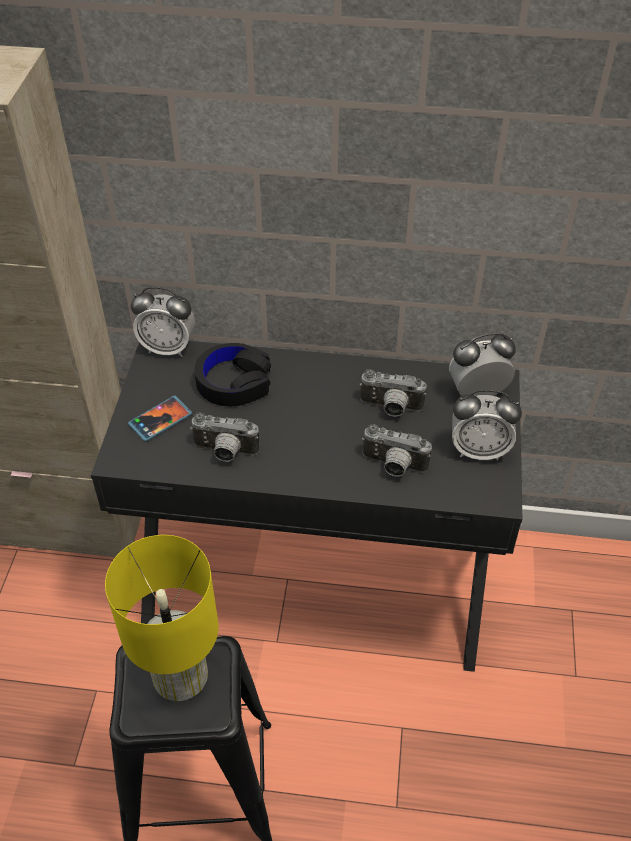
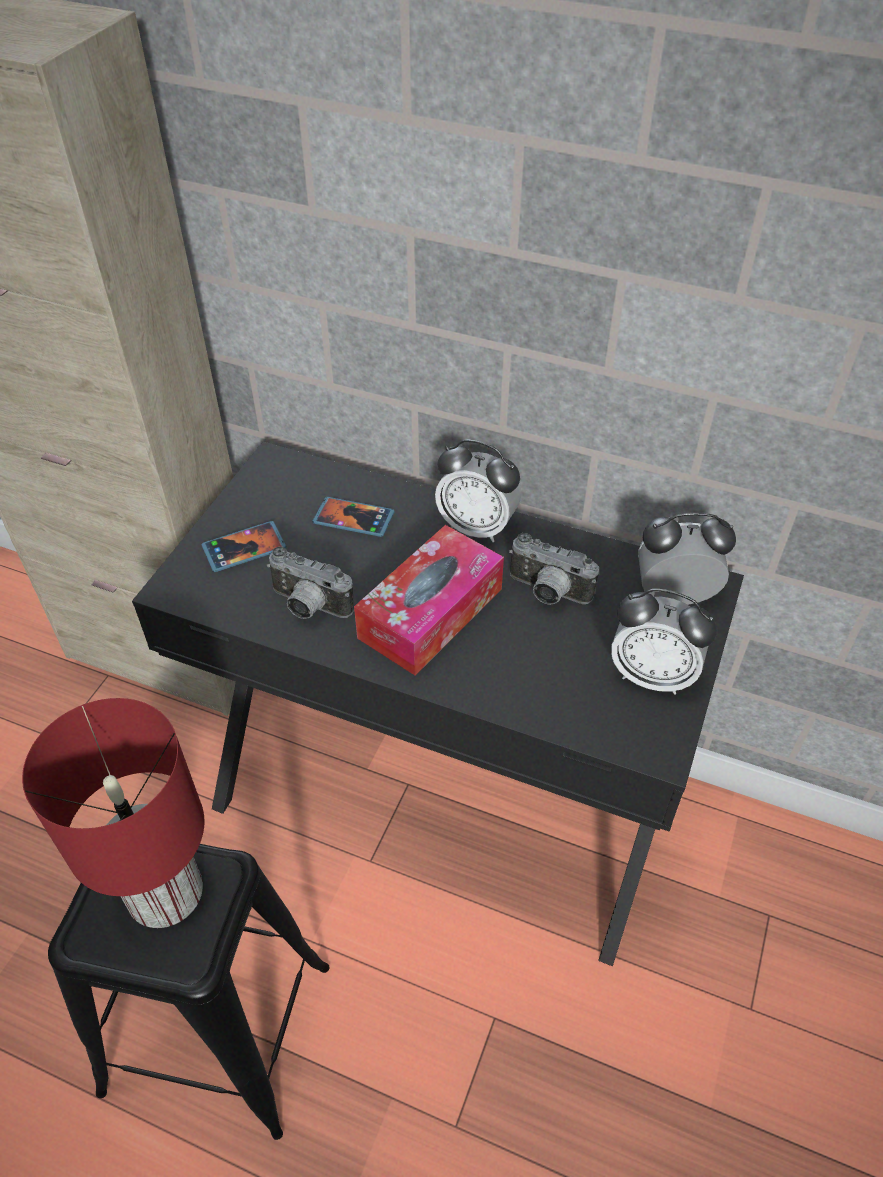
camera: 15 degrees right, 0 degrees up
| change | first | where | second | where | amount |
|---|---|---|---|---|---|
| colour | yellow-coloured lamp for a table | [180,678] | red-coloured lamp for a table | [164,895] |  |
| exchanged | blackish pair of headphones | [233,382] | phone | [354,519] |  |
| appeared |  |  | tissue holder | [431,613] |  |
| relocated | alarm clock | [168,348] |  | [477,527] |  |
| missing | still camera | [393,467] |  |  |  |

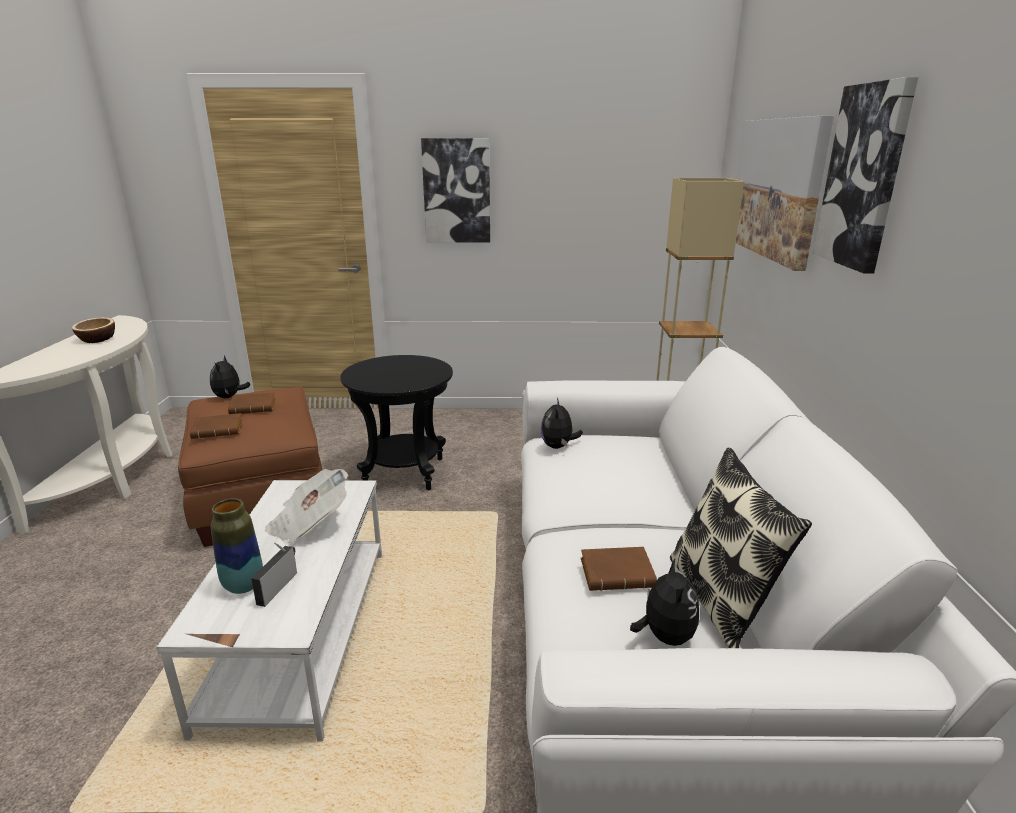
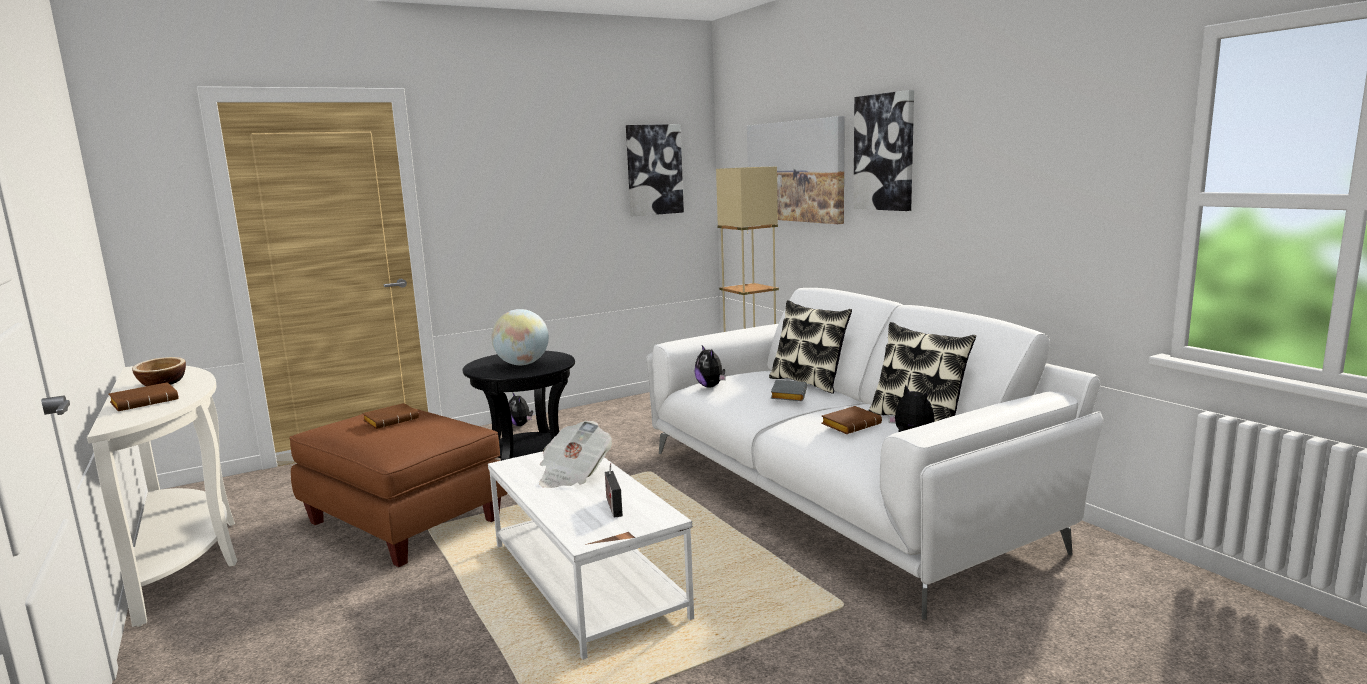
camera: 30 degrees left, 10 degrees down
| change | first | where | second | where | amount |
|---|---|---|---|---|---|
| relocated | brown volume | [219,430] |  | [146,402] |  |
| appeared |  |  | globe | [522,364] |  |
| relocated | plush toy | [229,397] |  | [521,425] |  |
| relocated | wall picture | [457,191] |  | [654,170] |  |
| appeared |  |  | pillow | [809,383] |  |
| appeared |  |  | greyish volume | [787,395] |  |
| missing | vase | [243,585] |  |  |  |

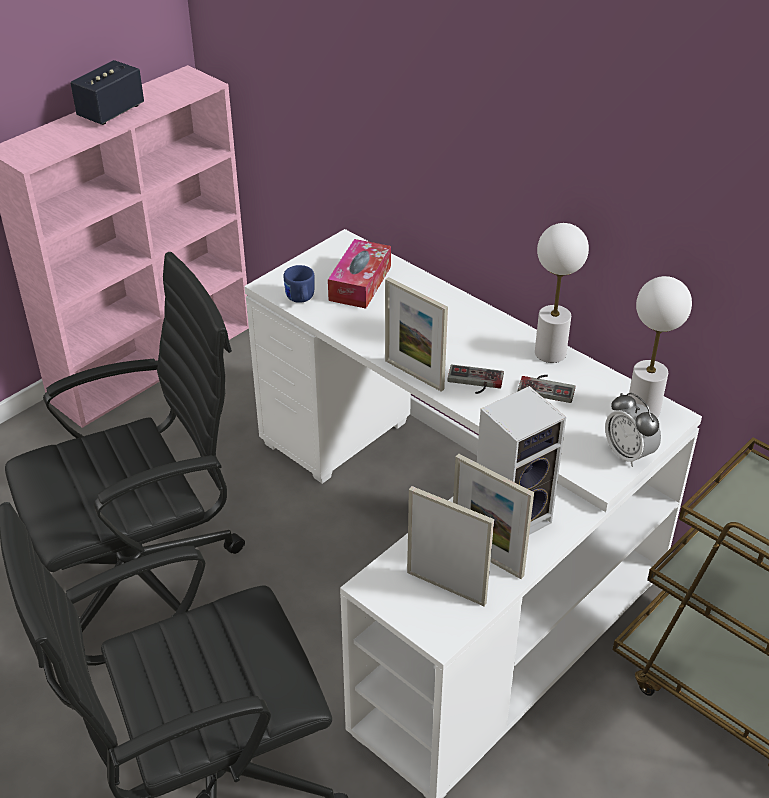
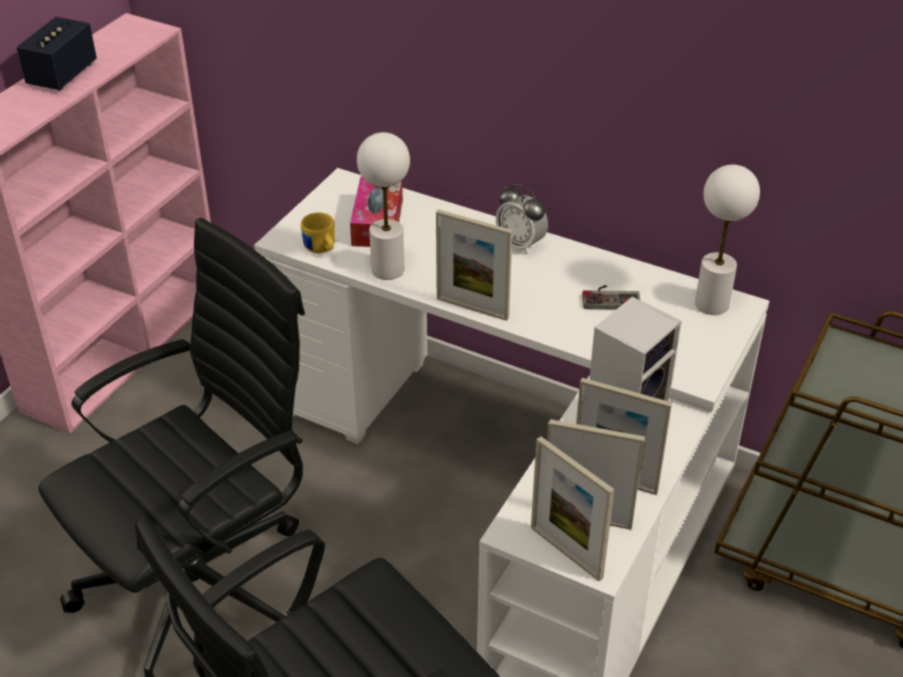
camera: 15 degrees left, 0 degrees up
| change | first | where | second | where | amount |
|---|---|---|---|---|---|
| colour | blue tea mug | [300,299] | yellow-coloured tea mug | [321,249] |  |
| relocated | white-coloured lamp for a table | [550,352] |  | [387,269] |  |
| relocated | alarm clock | [628,454] |  | [520,244] |  |
| appeared |  |  | photo frame | [566,552] |  |
| missing | gamepad | [474,382] |  |  |  |

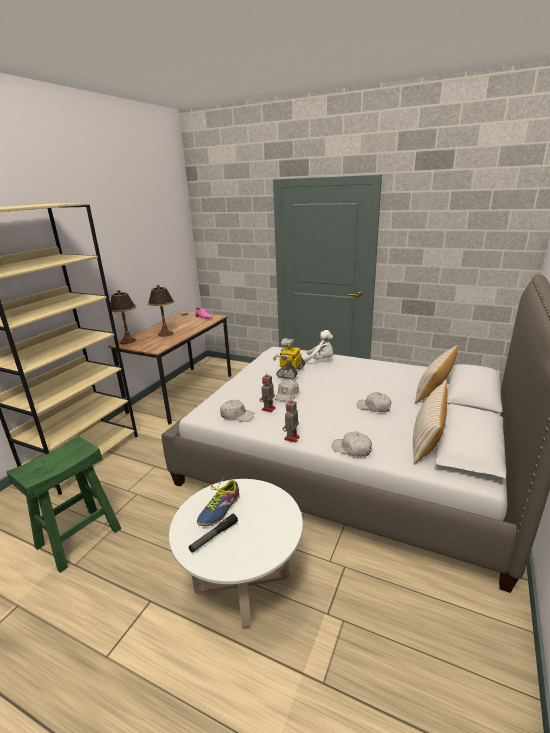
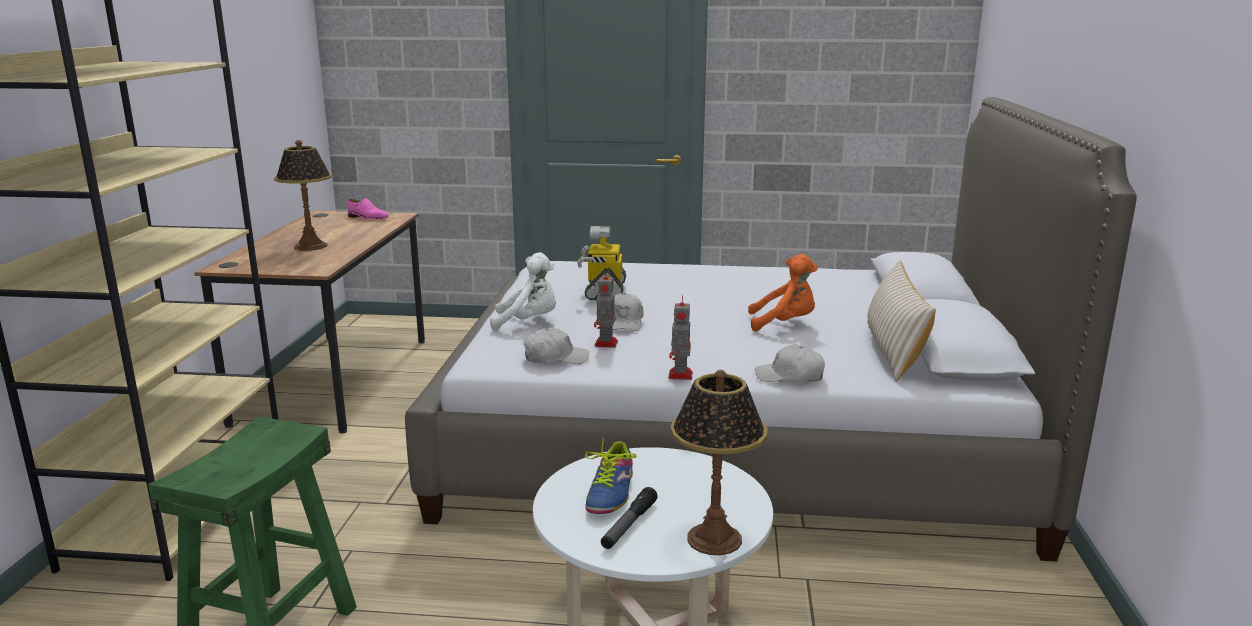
camera: 20 degrees left, 5 degrees down
| change | first | where | second | where | amount |
|---|---|---|---|---|---|
| relocated | white-coloured plush toy | [320,360] |  | [528,322] |  |
| relocated | lamp for a table | [128,340] |  | [714,539] |  |
| exchanged | white-coloured baseball cap | [374,407] | orange-coloured plush toy | [784,324] |  |
| missing | sand-coloured pillow | [434,388] |  |  |  |

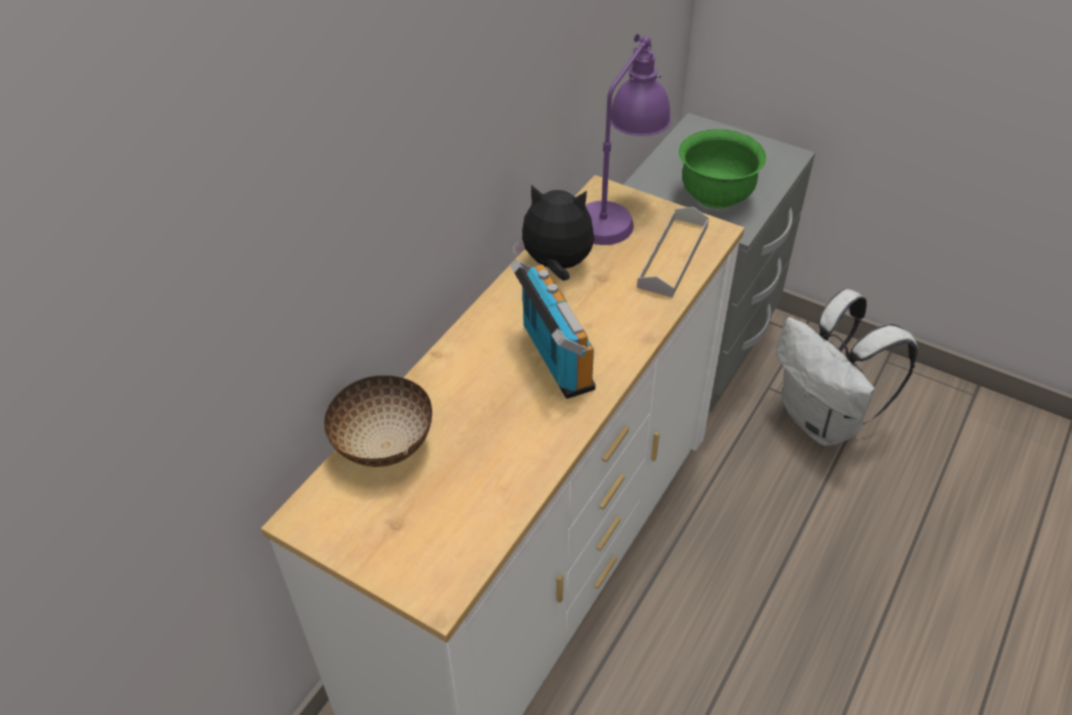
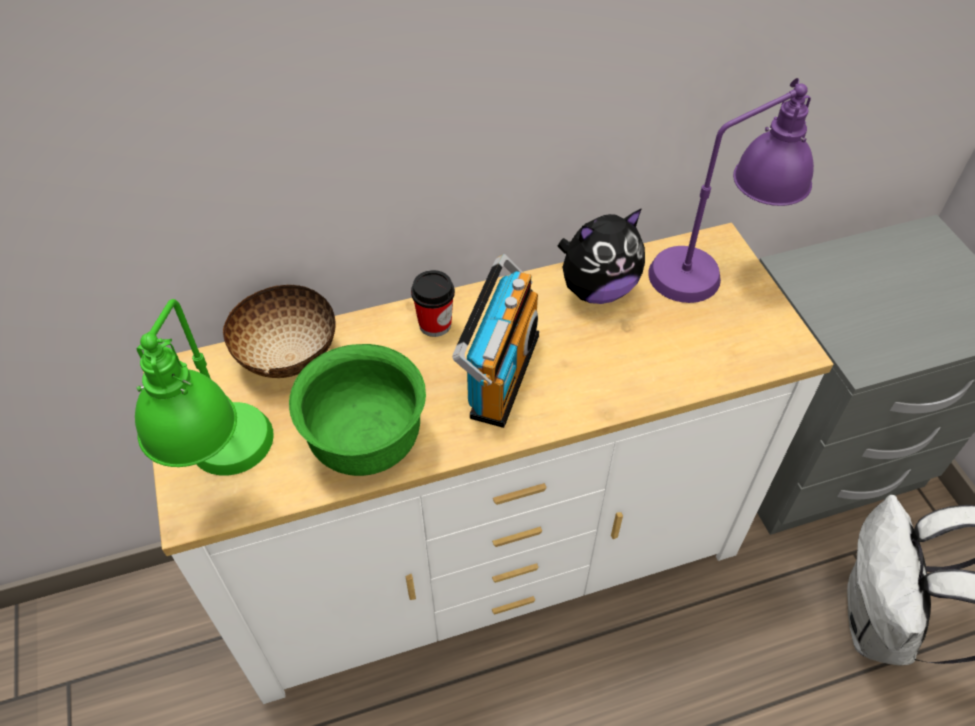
camera: 40 degrees right, 5 degrees up
| change | first | where | second | where | amount |
|---|---|---|---|---|---|
| appeared |  |  | green lamp for a table | [229,471] |  |
| relocated | green deep dish | [716,196] |  | [366,443] |  |
| appeared |  |  | drinking cup | [435,324] |  |
| spun | plush toy | [556,265] |  | [597,289] | 105 degrees clockwise |
| missing | greyish serving tray | [673,256] |  |  |  |

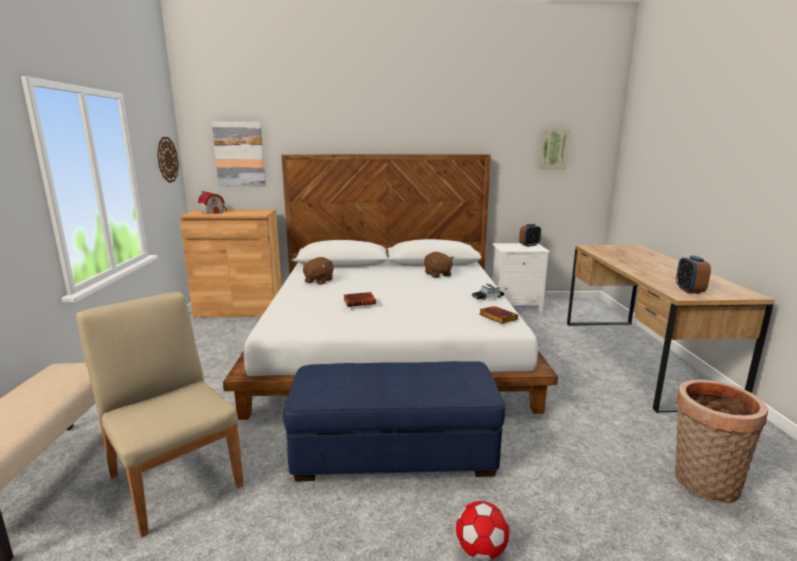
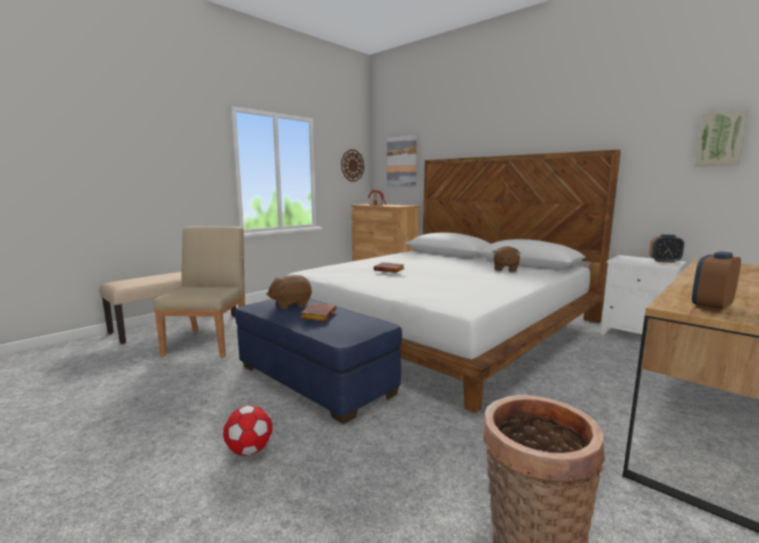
camera: 45 degrees right, 5 degrees down
| change | first | where | second | where | amount |
|---|---|---|---|---|---|
| relocated | brown plush toy | [318,281] |  | [291,304] |  |
| relocated | brown volume | [496,318] |  | [318,315] |  |
| missing | model car | [487,297] |  |  |  |

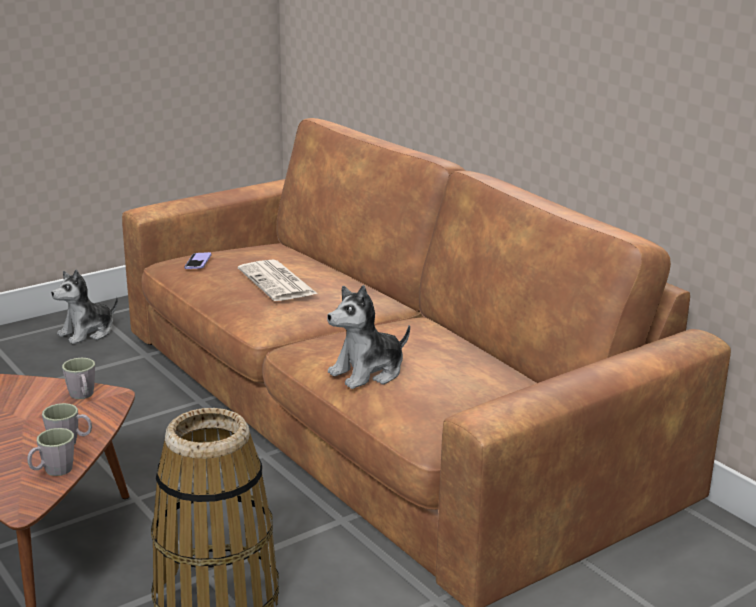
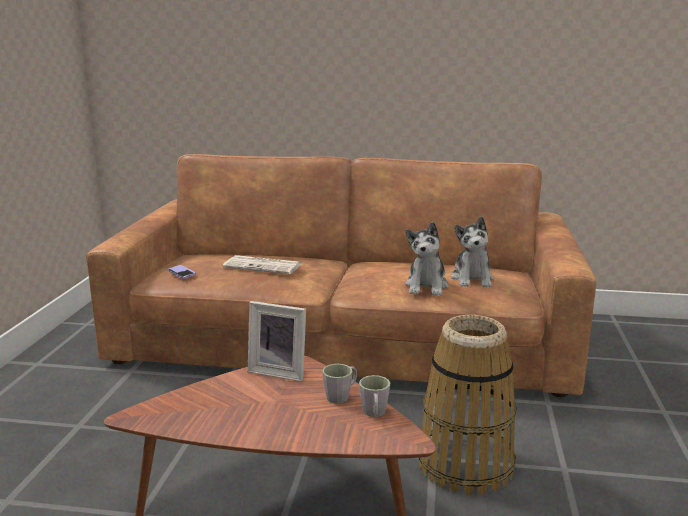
camera: 45 degrees left, 5 degrees down
| change | first | where | second | where | amount |
|---|---|---|---|---|---|
| exchanged | greyish tea mug | [82,396] | photo frame | [279,371] |  |
| relocated | plush toy | [87,333] |  | [472,279] |  |

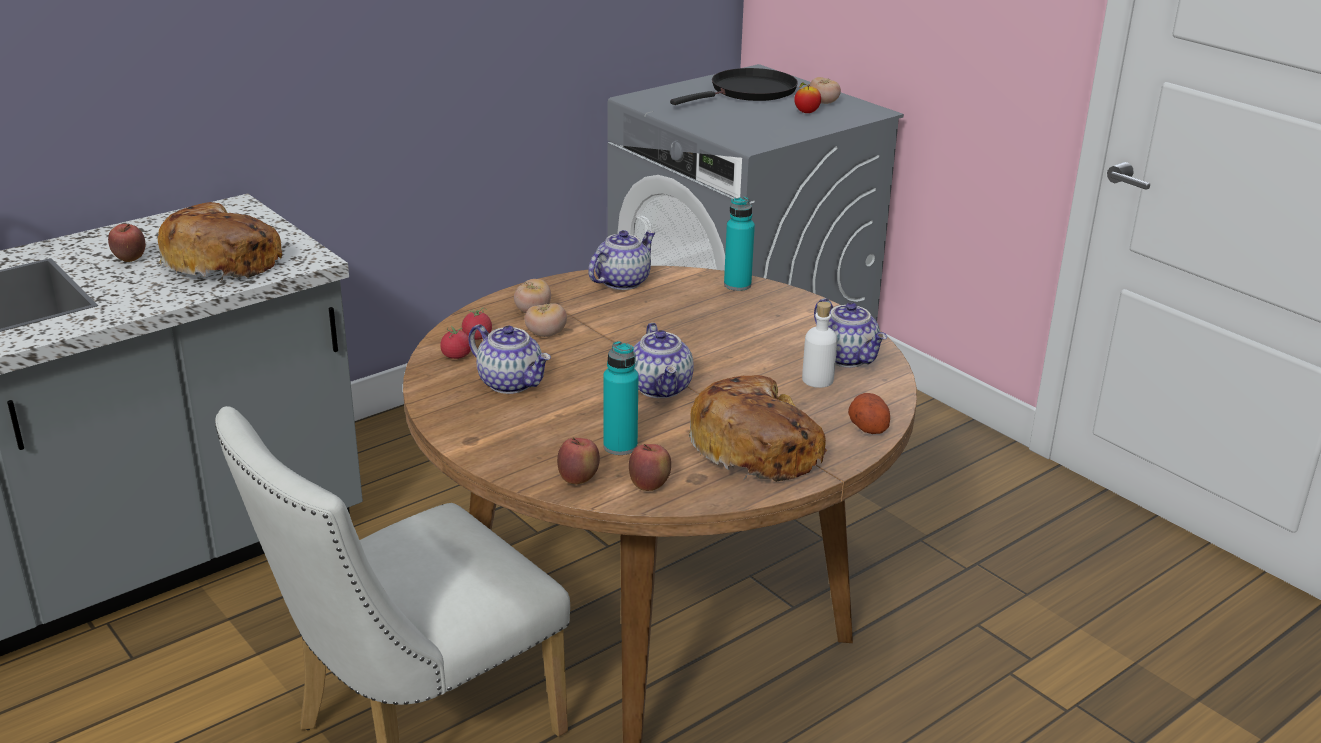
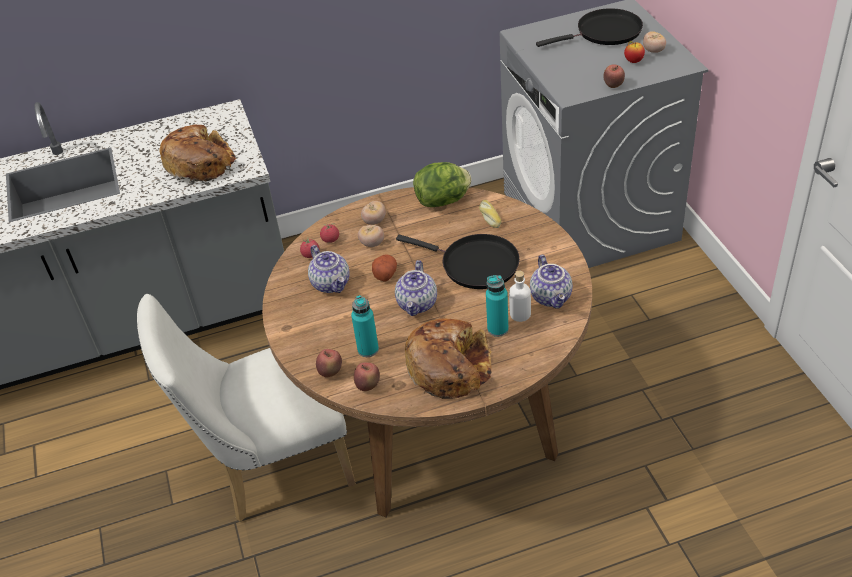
camera: 25 degrees right, 15 degrees up
| change | first | where | second | where | amount |
|---|---|---|---|---|---|
| relocated | spud | [867,425] |  | [385,273] |  |
| appeared |  |  | blackish skillet | [475,264] |  |
| exchanged | teapot | [622,281] | lettuce | [443,201] |  |
| appeared |  |  | bakery bread | [489,217] |  |
| relocated | blue-green bottle | [737,285] |  | [497,329] |  |
| relocated | apple | [130,259] |  | [613,86] |  |

